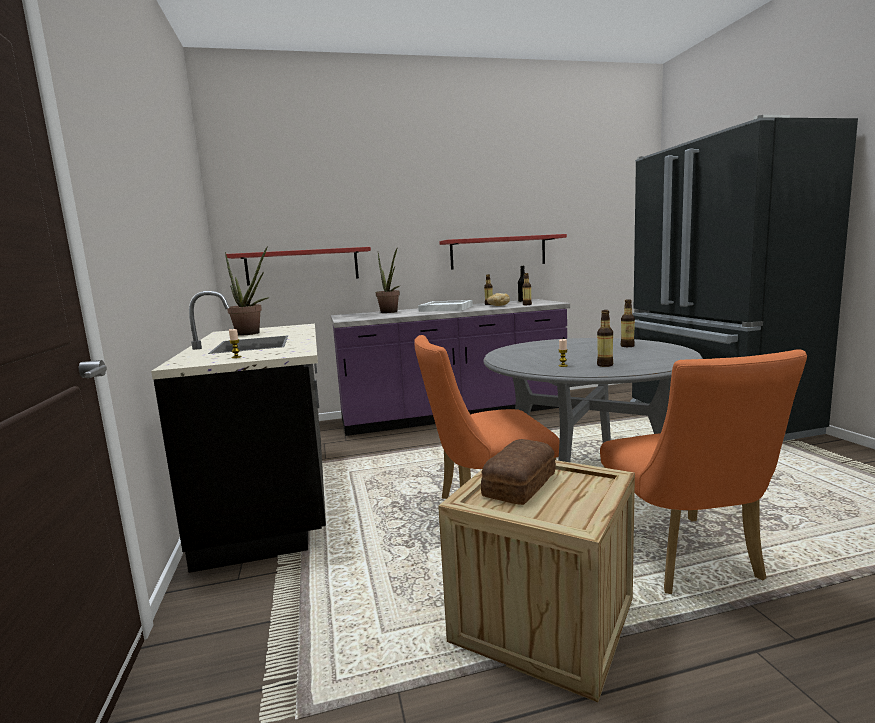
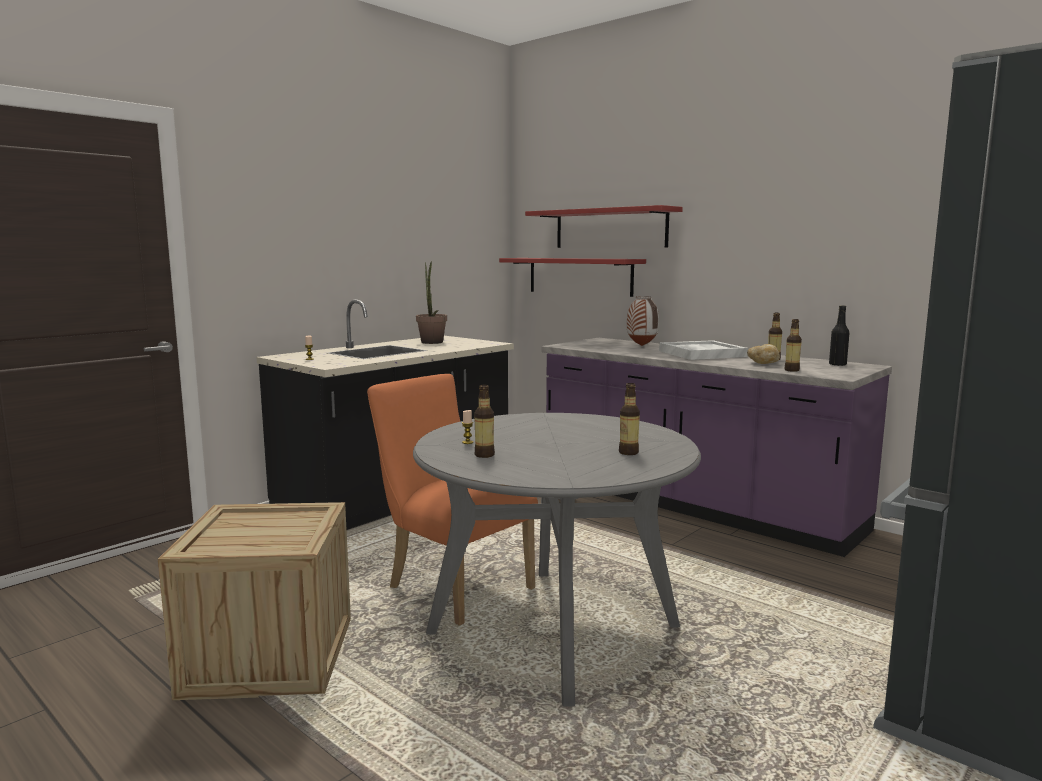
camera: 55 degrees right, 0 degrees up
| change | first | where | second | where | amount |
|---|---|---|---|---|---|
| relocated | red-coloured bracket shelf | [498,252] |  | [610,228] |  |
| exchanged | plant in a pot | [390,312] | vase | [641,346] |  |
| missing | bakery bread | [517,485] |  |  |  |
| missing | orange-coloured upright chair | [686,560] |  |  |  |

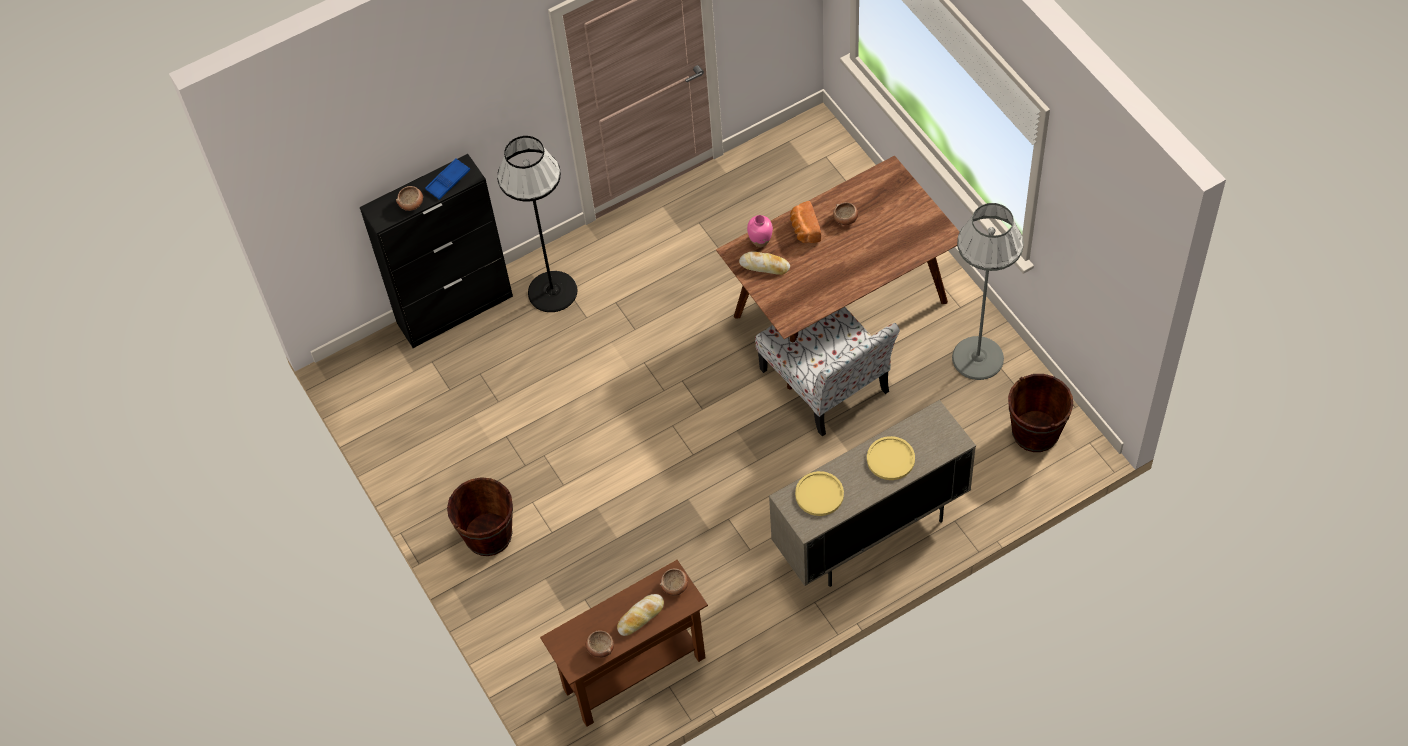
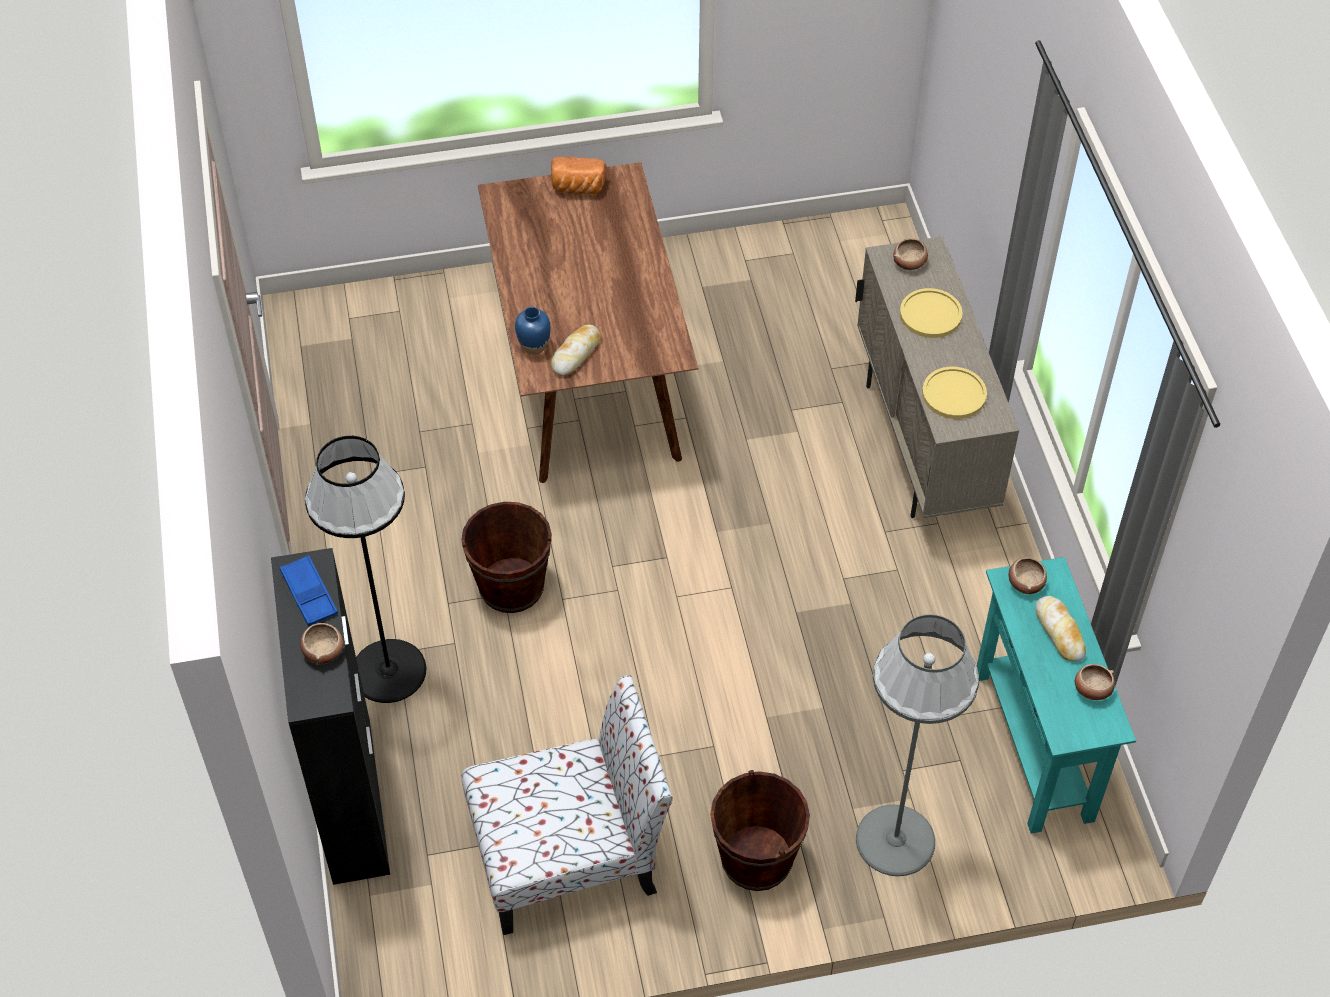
camera: 75 degrees left, 5 degrees down
| change | first | where | second | where | amount |
|---|---|---|---|---|---|
| relocated | brown pail | [1035,432] |  | [511,586] |  |
| relocated | upright chair | [826,382] |  | [569,855] |  |
| colour | pink-coloured vase | [760,240] | blue vase | [534,346] |  |
| relocated | bakery bread | [804,230] |  | [577,188] |  |
| relocated | greyish standard lamp | [977,358] |  | [895,840] |  |
| relocated | deep dish | [845,219] |  | [910,262] |  |
| colour | brown hall table | [634,673] | blue-green hall table | [1033,745] |  |

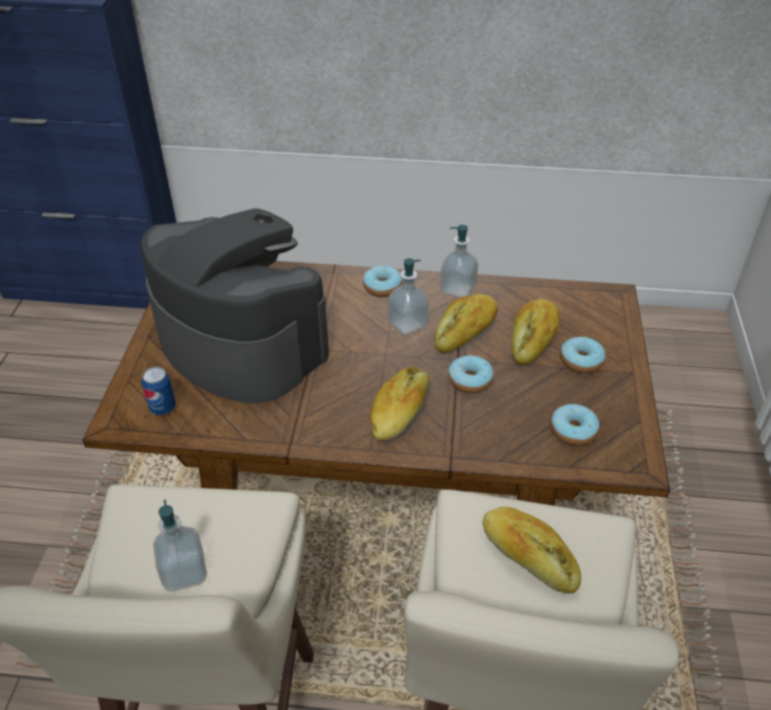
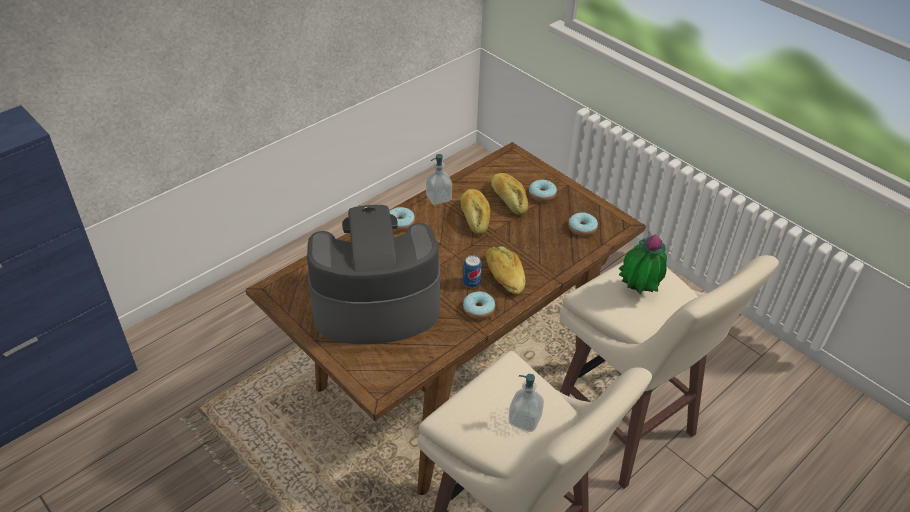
camera: 50 degrees left, 0 degrees up
| change | first | where | second | where | amount |
|---|---|---|---|---|---|
| relocated | sealed can | [163,408] |  | [471,283] |  |
| relocated | ring doughnut | [470,380] |  | [478,309] |  |
| exchanged | bakery bread | [528,557] | plant in a pot | [637,292] |  |
| missing | liquid soap bottle | [407,324] |  |  |  |

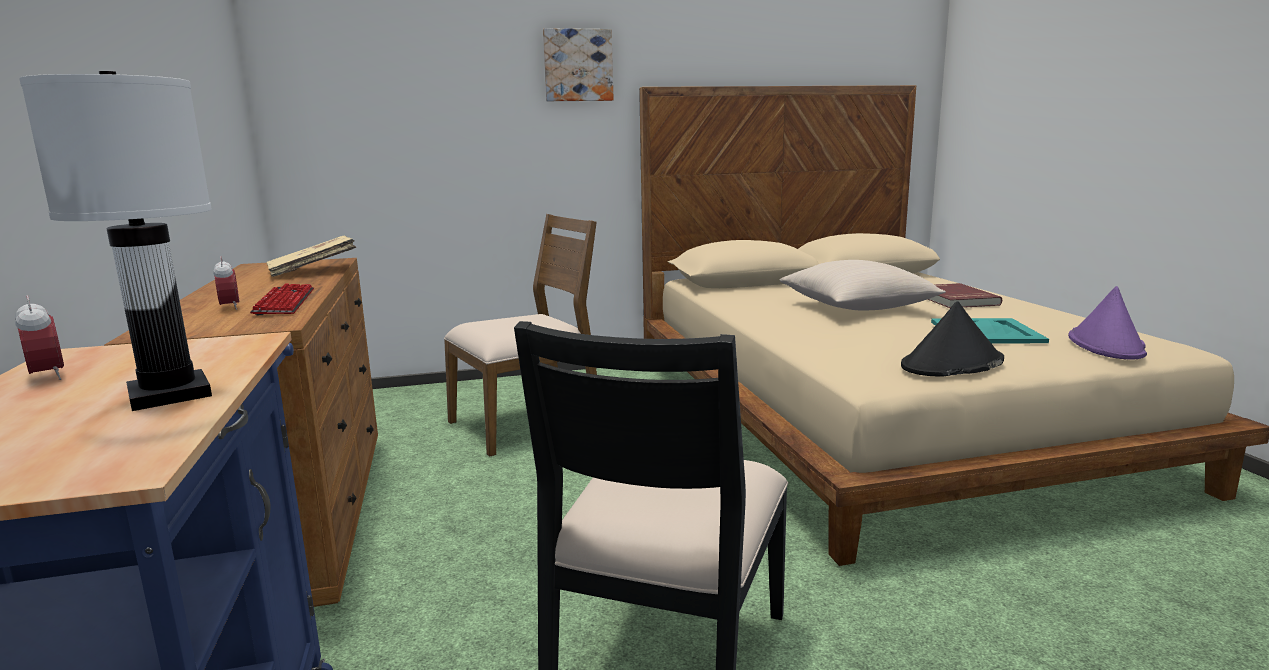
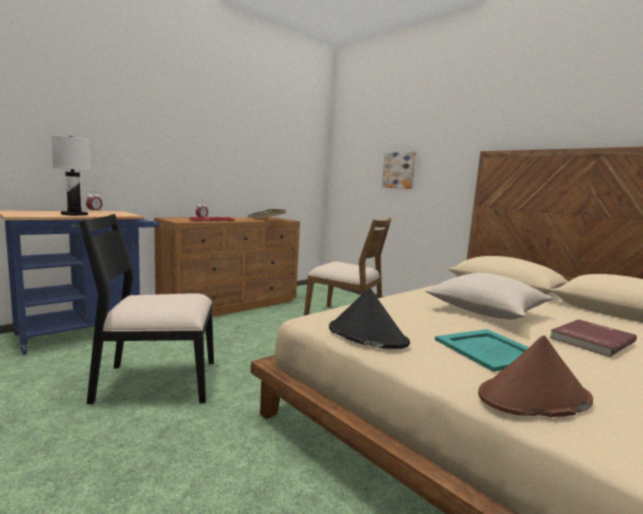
camera: 60 degrees right, 5 degrees down
| change | first | where | second | where | amount |
|---|---|---|---|---|---|
| relocated | wall picture | [578,65] |  | [399,170] |  |
| colour | purple wearable hat | [1106,345] | brown wearable hat | [534,398] |  |

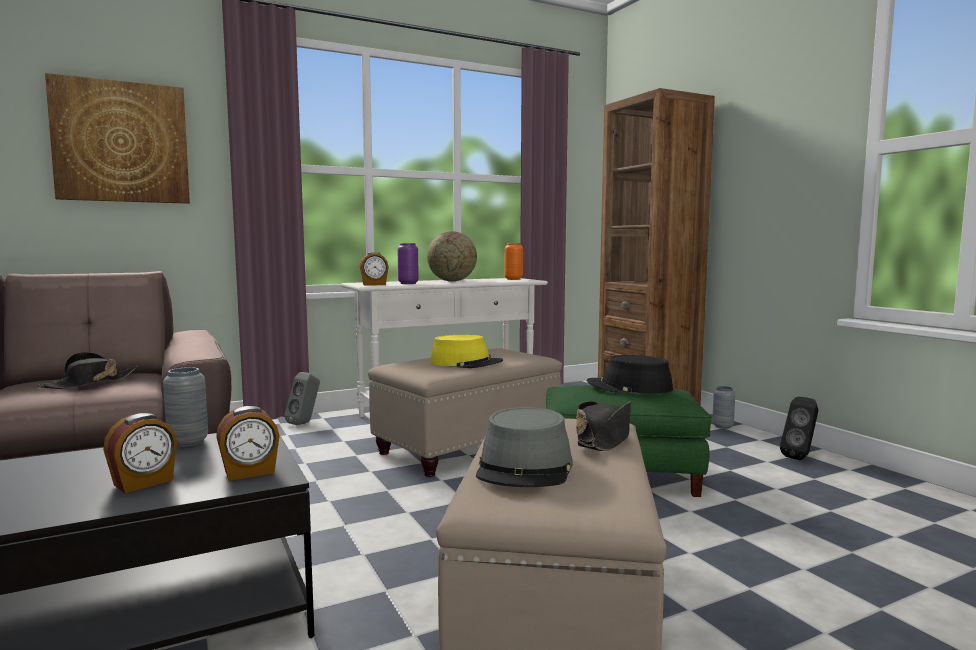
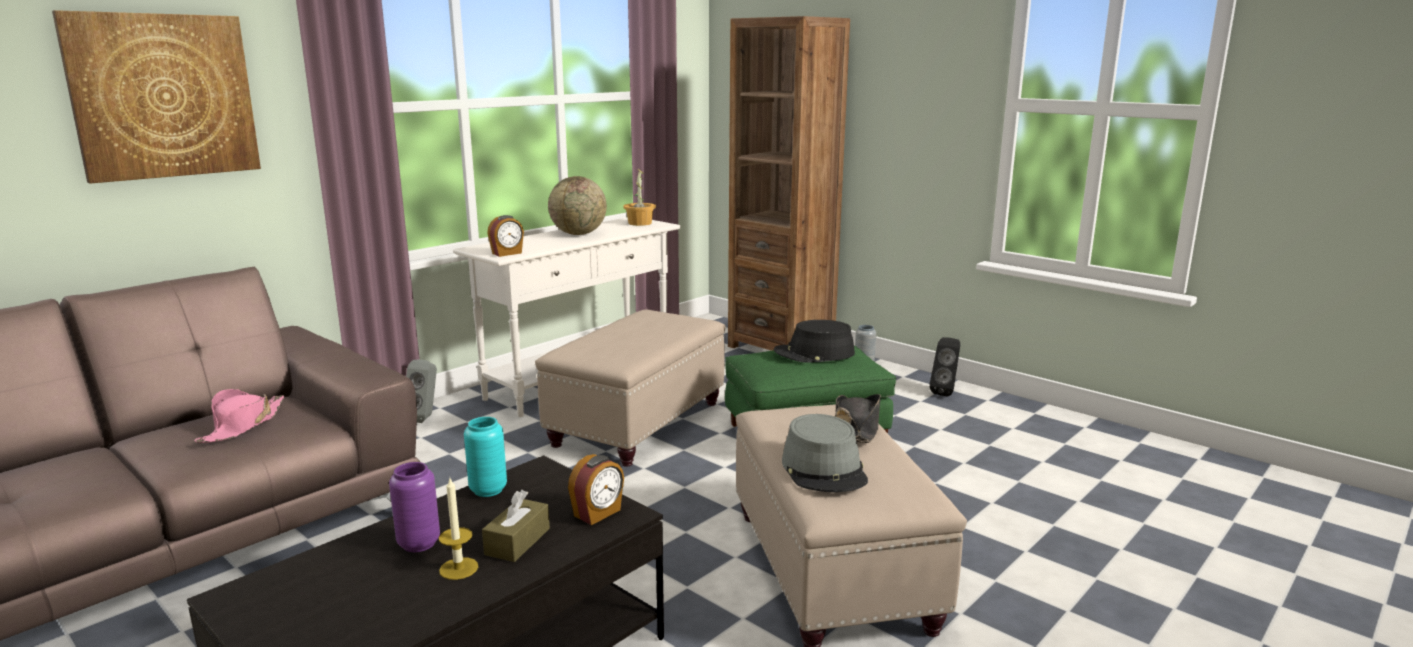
camera: 20 degrees left, 10 degrees up
| change | first | where | second | where | amount |
|---|---|---|---|---|---|
| colour | blackish wearable hat | [90,383] | pink-coloured wearable hat | [242,426] |  |
| relocated | purple vase | [408,283] |  | [419,544] |  |
| appeared |  |  | wax candle | [458,568] |  |
| colour | greyish vase | [188,442] | blue-green vase | [488,490] |  |
| exchanged | alarm clock | [144,483] | brown tissue holder | [517,541] |  |
| exchanged | orange-coloured vase | [513,279] | plant in a pot | [639,223] |  |
| missing | yellow-coloured wearable hat | [466,363] |  |  |  |

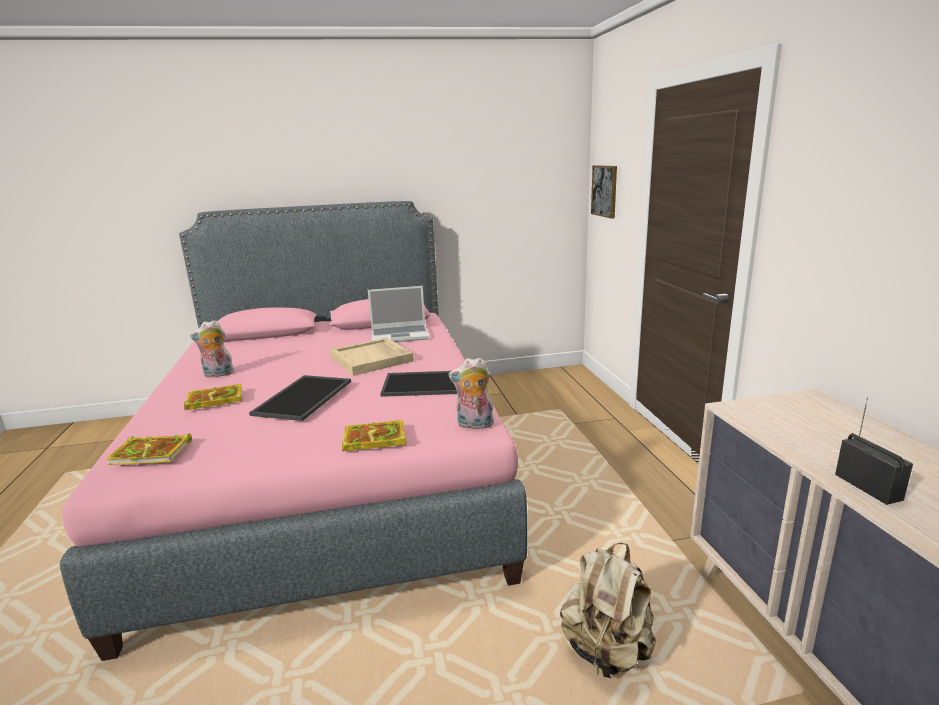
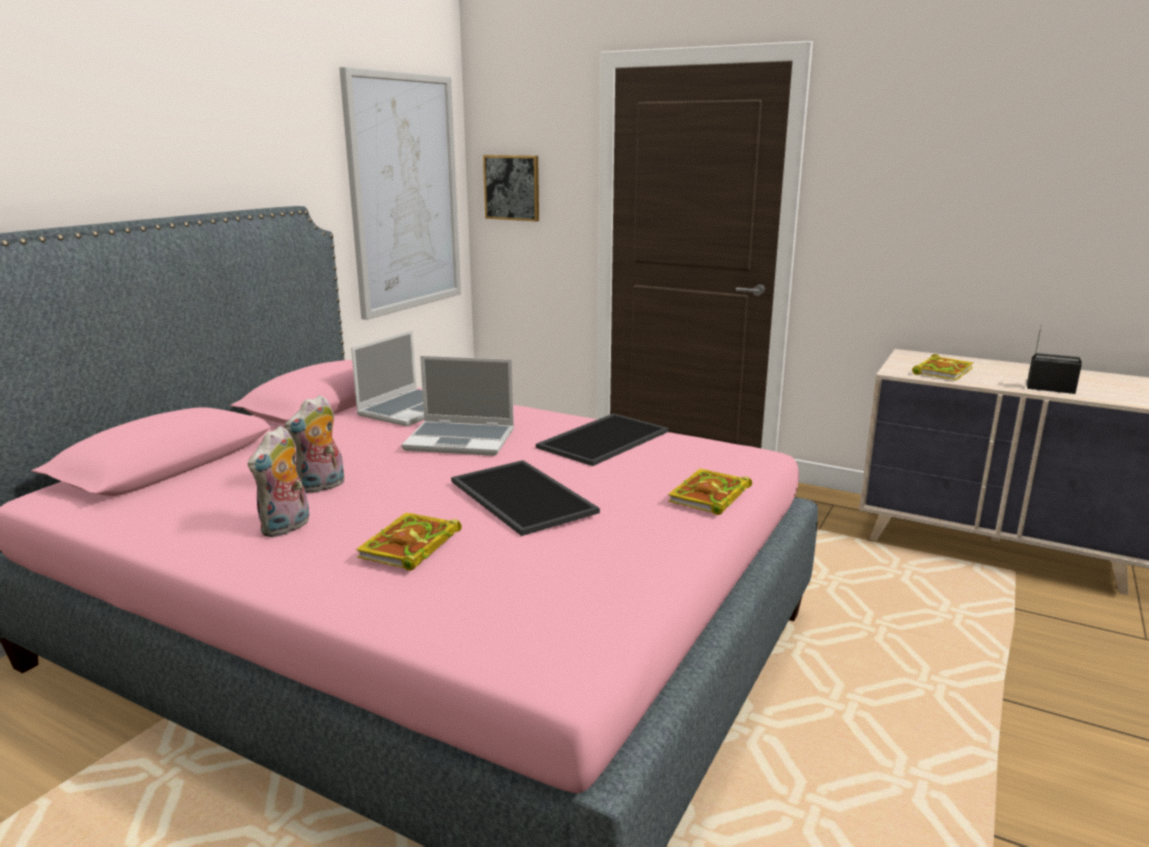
camera: 50 degrees left, 0 degrees up
| change | first | where | second | where | amount |
|---|---|---|---|---|---|
| relocated | plush toy | [474,425] |  | [322,487] |  |
| appeared |  |  | wall picture | [404,194] |  |
| exchanged | sand-coloured serving tray | [372,359] | notebook computer | [461,440] |  |
| relocated | volume | [153,453] |  | [942,371] |  |
| missing | sand-coloured backpack | [607,651] |  |  |  |

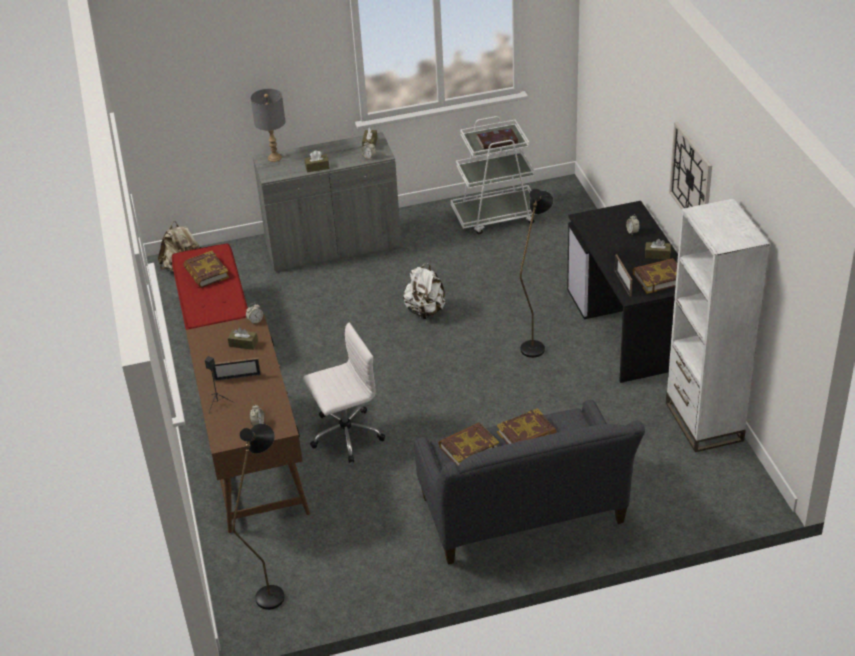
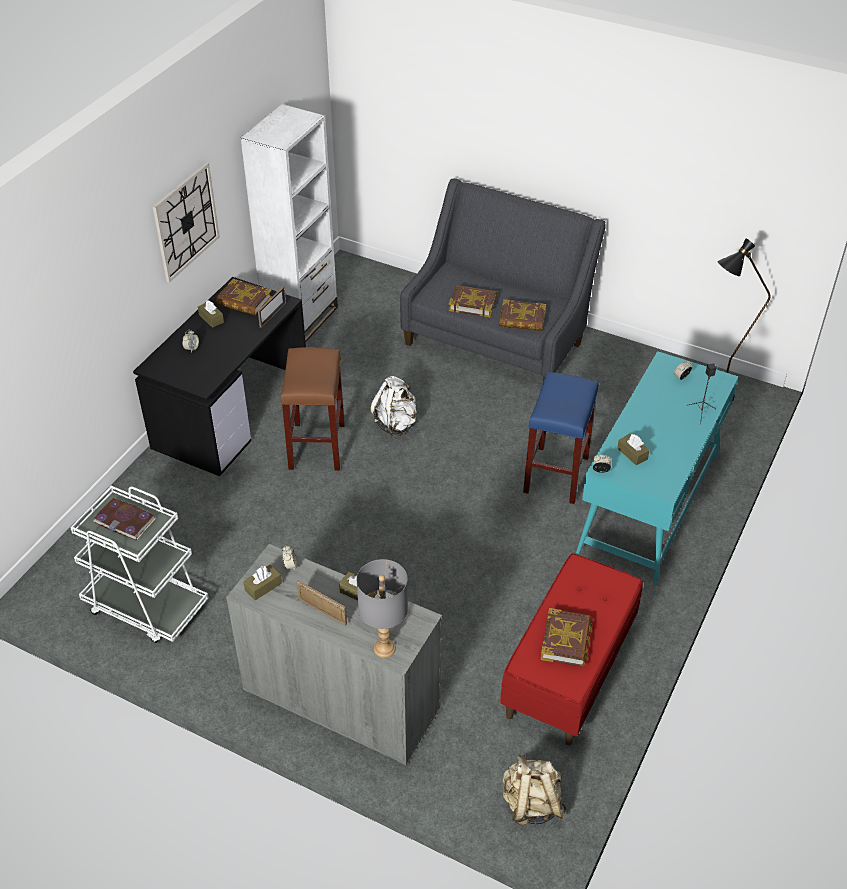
camera: 140 degrees left, 5 degrees up
| change | first | where | second | where | amount |
|---|---|---|---|---|---|
| exchanged | blackish standard lamp | [535,344] | brown stool | [317,447] |  |
| relocated | photo frame | [237,377] |  | [322,611] |  |
| relocated | white-coloured backpack | [425,311] |  | [396,424] |  |
| exchanged | white-coloured desk chair | [345,435] | blue stool | [556,474] |  |
| colour | brown desk table | [254,459] | blue-green desk table | [648,503] |  |

